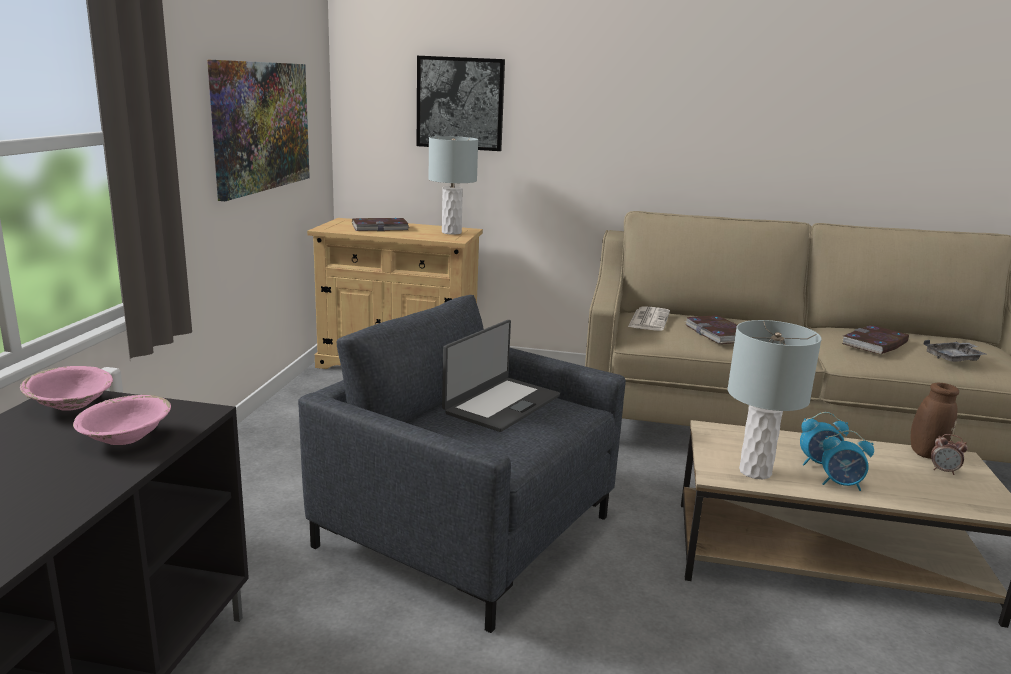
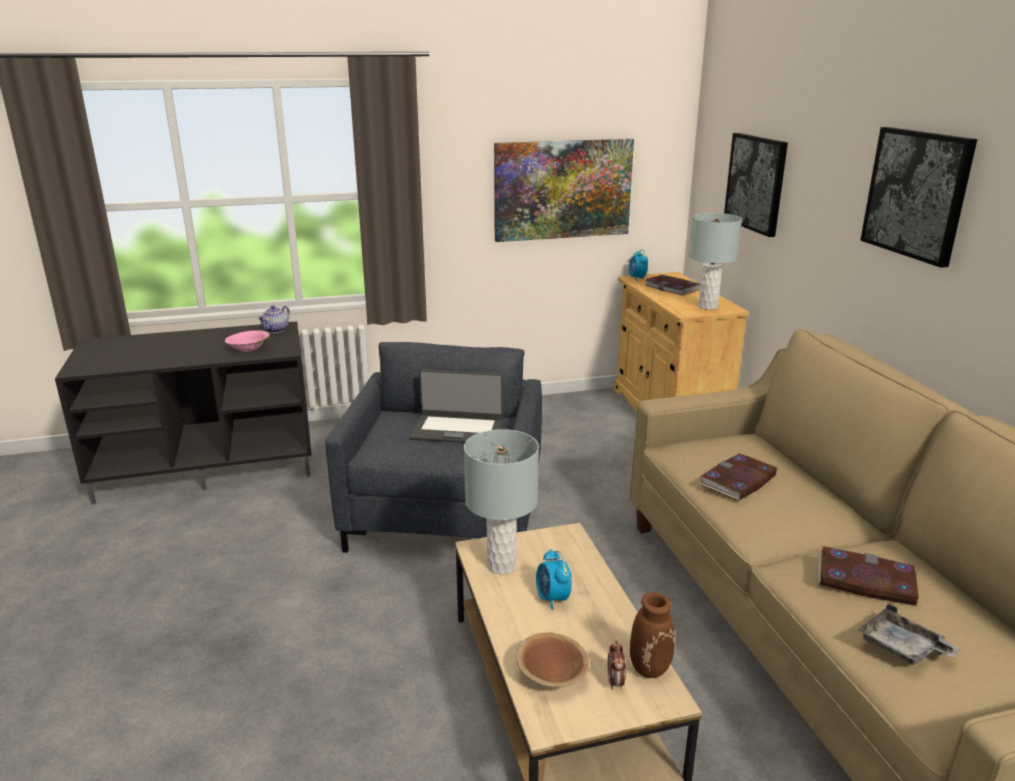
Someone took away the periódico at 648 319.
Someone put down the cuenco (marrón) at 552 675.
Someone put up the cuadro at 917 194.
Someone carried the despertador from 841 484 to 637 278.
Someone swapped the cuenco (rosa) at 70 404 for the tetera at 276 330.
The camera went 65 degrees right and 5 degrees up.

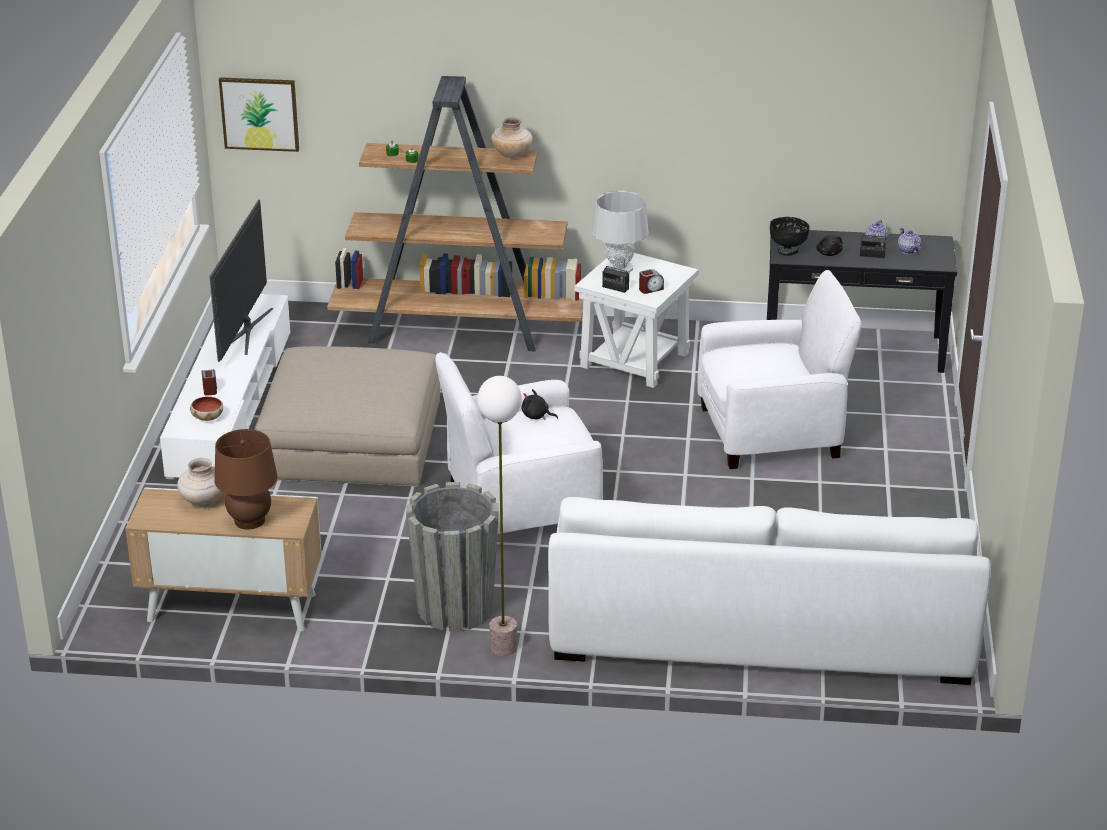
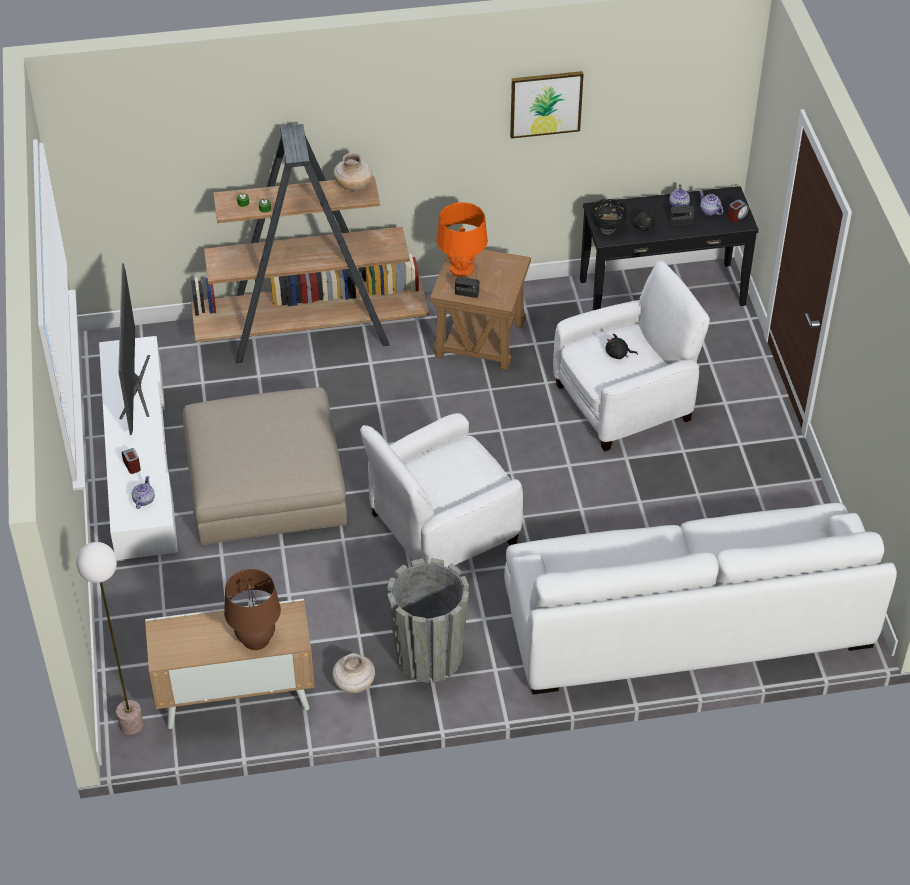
Someone carried the florero (beis) from 203 501 to 354 684.
Someone carried the cuadro from 259 113 to 546 103.
Someone carried the lámpara de pie from 503 647 to 131 725.
Someone carried the peluche (negro) from 536 416 to 618 354.
Someone carried the despertador from 650 289 to 737 216.
Someone swapped the cuenco at 207 417 for the tetera at 143 500.
Someone repainted the mesa auxiliar (blanco) at 635 360, which became the mesa auxiliar (marrón) at 480 339.
Someone repainted the lámpara de mesa (gris) at 619 268, which became the lámpara de mesa (naranja) at 461 268.
The camera went 15 degrees left and 15 degrees up.

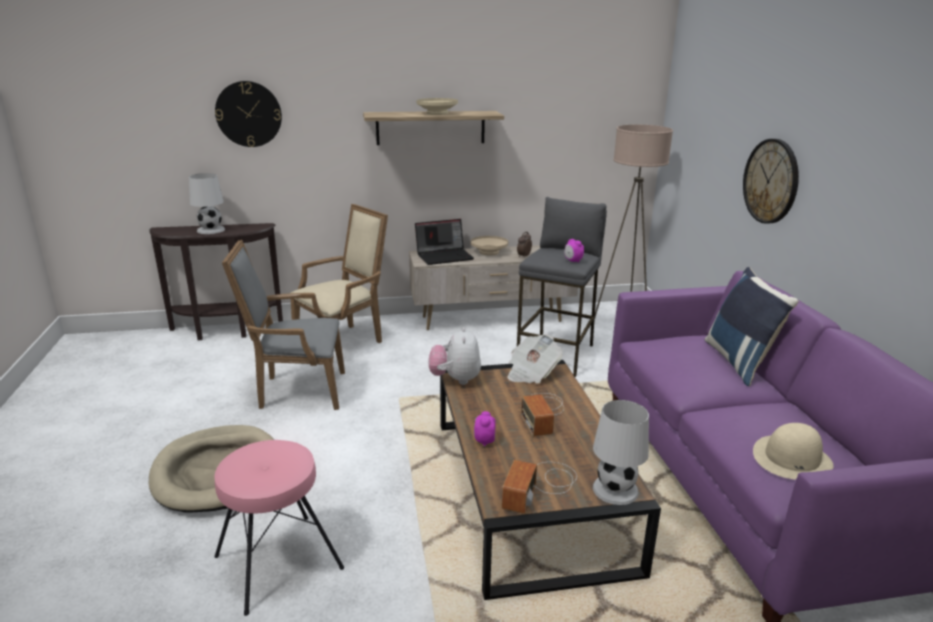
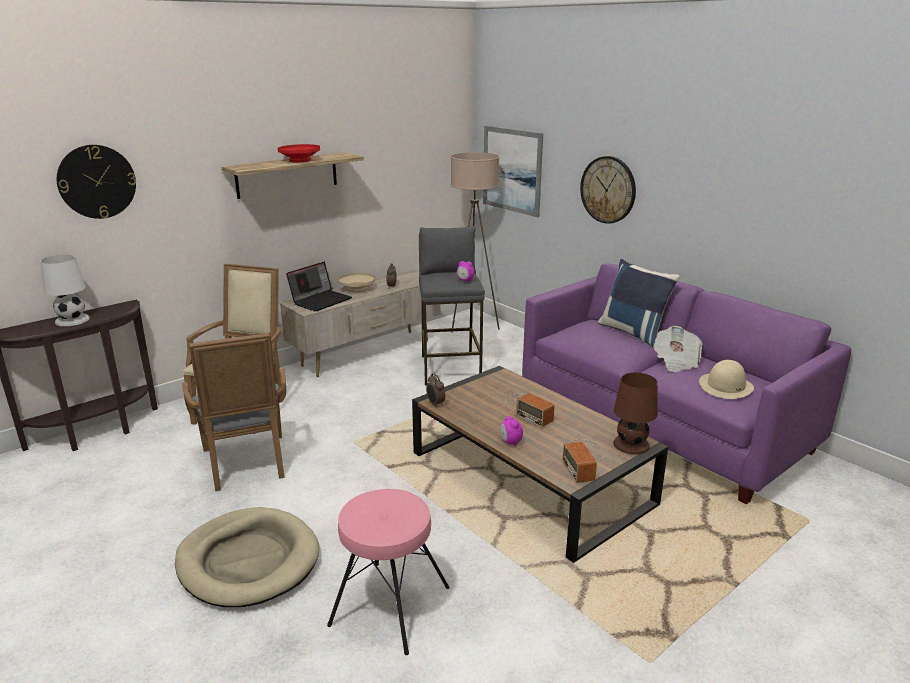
Someone put up the cuadro at 512 170.
Someone carried the periódico from 531 373 to 676 361.
Someone swapped the peluche at 455 379 for the despertador at 435 404.
Someone repainted the cuenco (beis) at 437 113, which became the cuenco (rojo) at 299 160.
Someone repainted the lámpara de mesa (blanco) at 616 490, which became the lámpara de mesa (marrón) at 631 444.
Someone rotated the sillón (gris) at 296 391 by 75 degrees counterclockwise.
The camera went 30 degrees left and 0 degrees up.

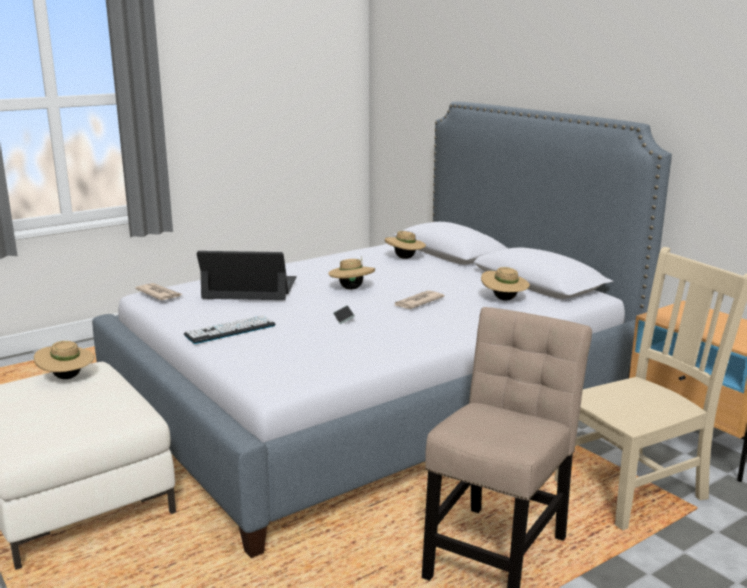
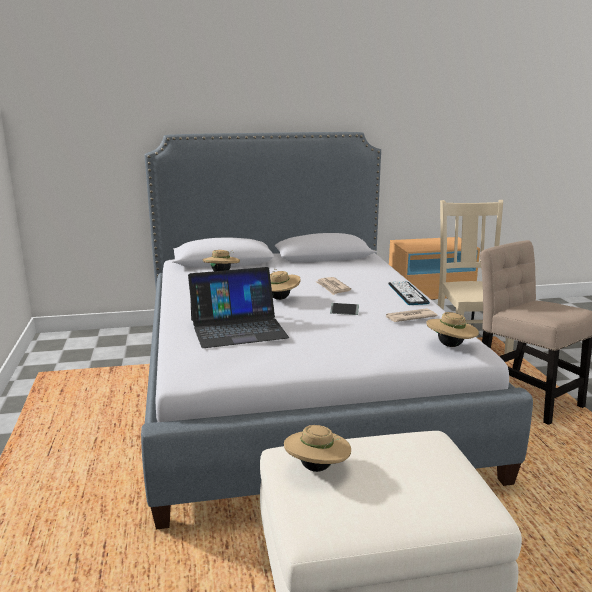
Someone carried the periódico from 159 294 to 409 317.
Someone carried the teclado from 230 330 to 408 293.
Someone carried the sombrero (beis) from 504 299 to 450 346.
Someone rotated the portátil at 250 288 by 135 degrees counterclockwise.
The camera went 65 degrees left and 0 degrees up.

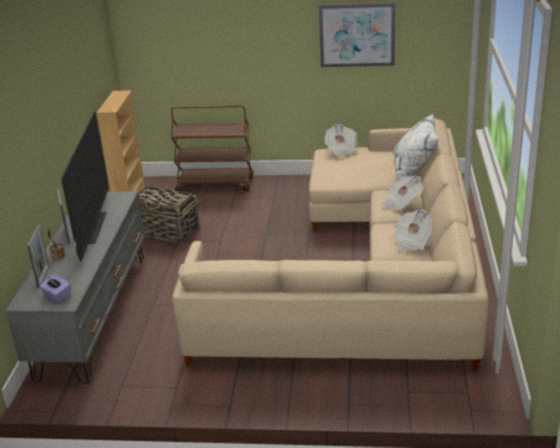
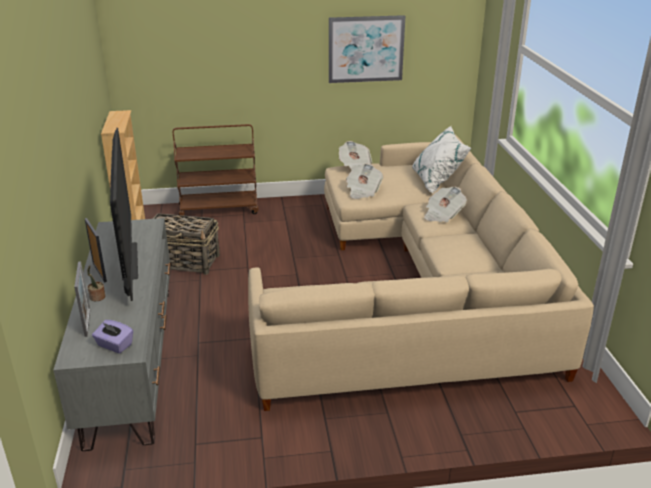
Someone carried the periódico from 413 242 to 363 191.
The camera went 15 degrees left and 0 degrees up.

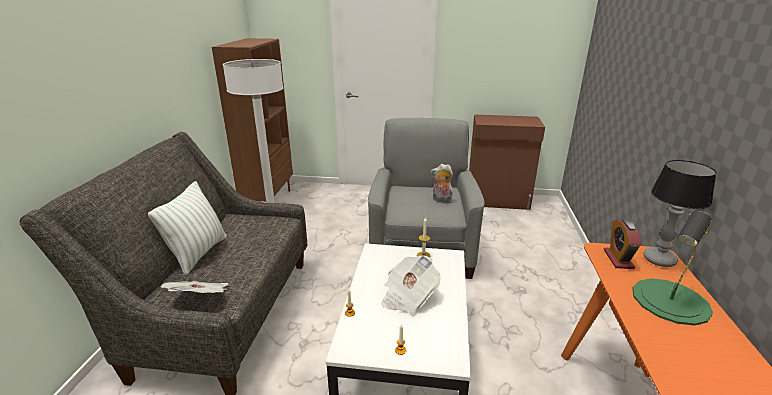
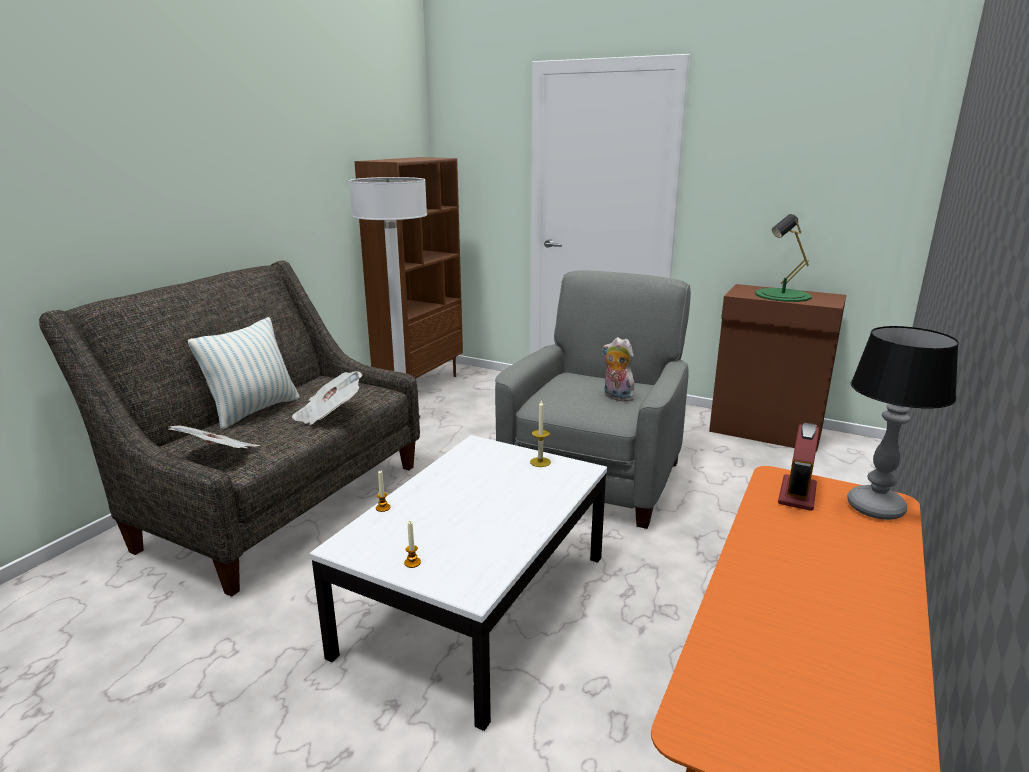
Someone carried the periódico from 408 297 to 328 415.
Someone carried the lámpara de mesa (verde) from 670 301 to 782 295.
The camera went 20 degrees right and 5 degrees down.

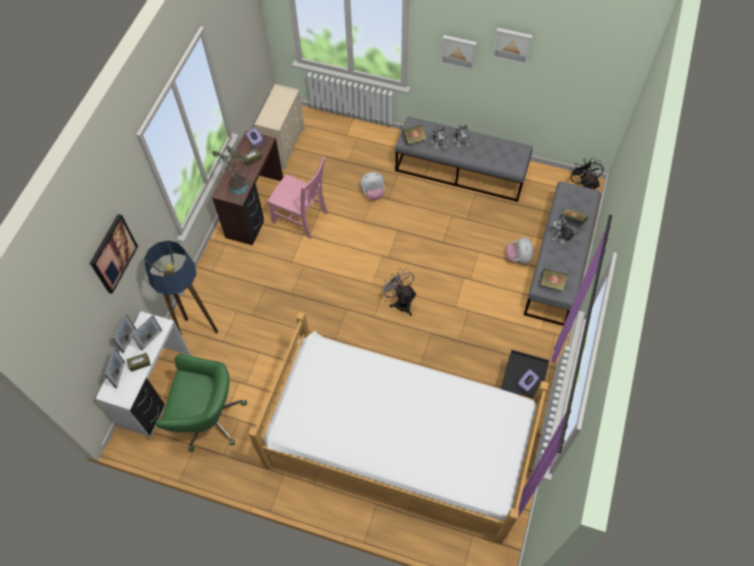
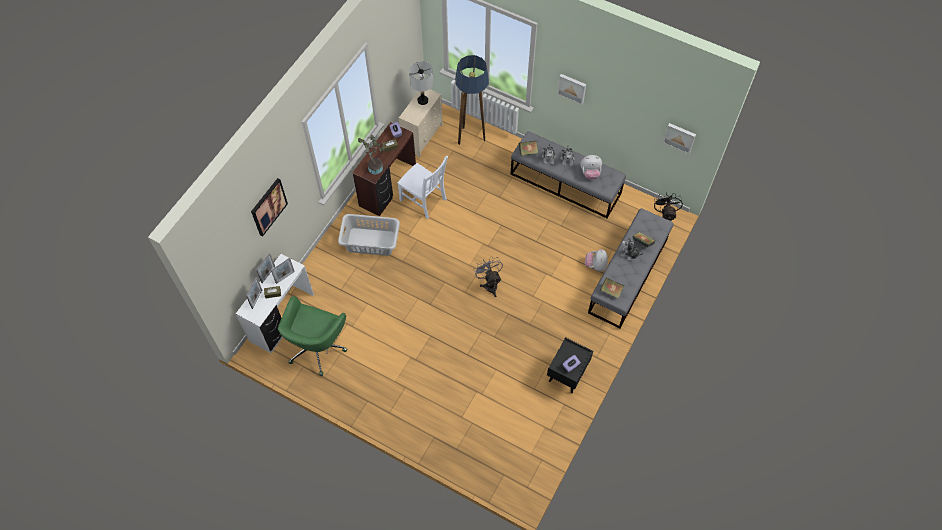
Someone took away the cama at 399 445.
Someone put down the cesto de la ropa (gris) at 370 241.
Someone put down the lámpara de mesa (gris) at 422 100.
Someone carried the lámpara de pie from 199 331 to 471 137.
Someone carried the peluche from 373 193 to 590 173.
Someone carried the cuadro from 512 44 to 679 137.
Someone repainted the silla (rosa) at 302 218, which became the silla (blanco) at 424 200.
Someone rotated the silla de oficina (verde) at 208 417 by 90 degrees clockwise.
The camera went 10 degrees right and 0 degrees up.

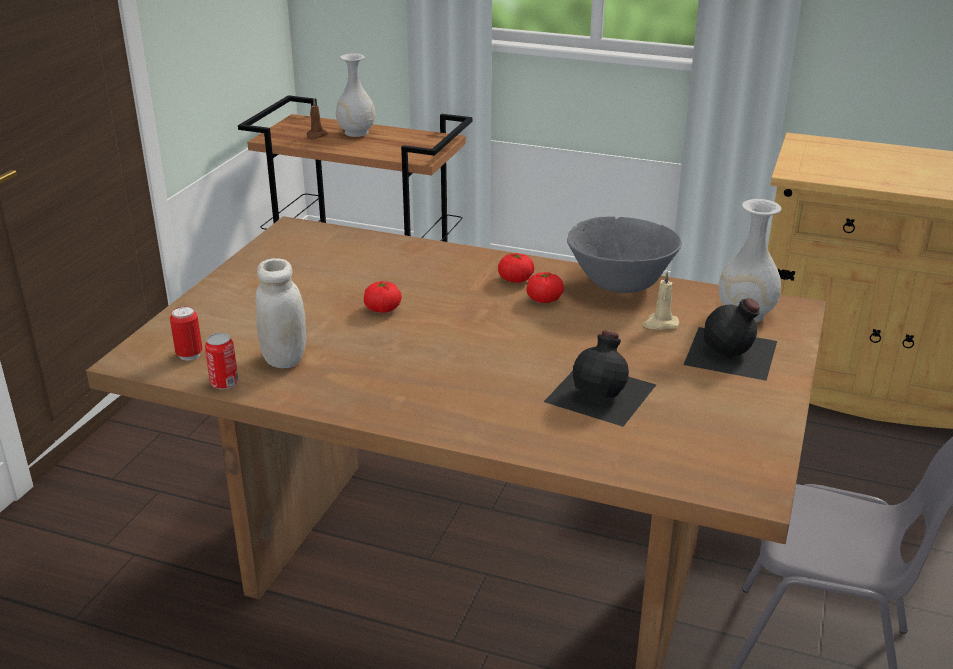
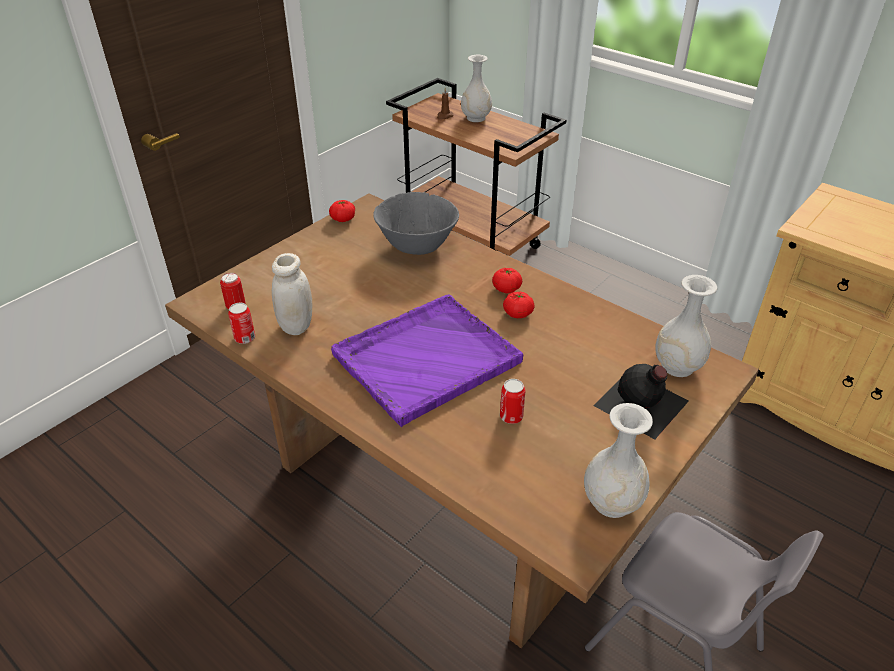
Someone took away the vela (beis) at 660 324.
Someone put down the bandeja (morado) at 425 359.
Someone put down the florero (blanco) at 612 502.
Someone carried the tomate from 383 309 to 343 219.
Someone carried the cuenco (gris) from 620 285 to 416 247.
Someone swapped the botella (negro) at 602 392 for the lata at 511 416.
The camera went 20 degrees right and 10 degrees up.

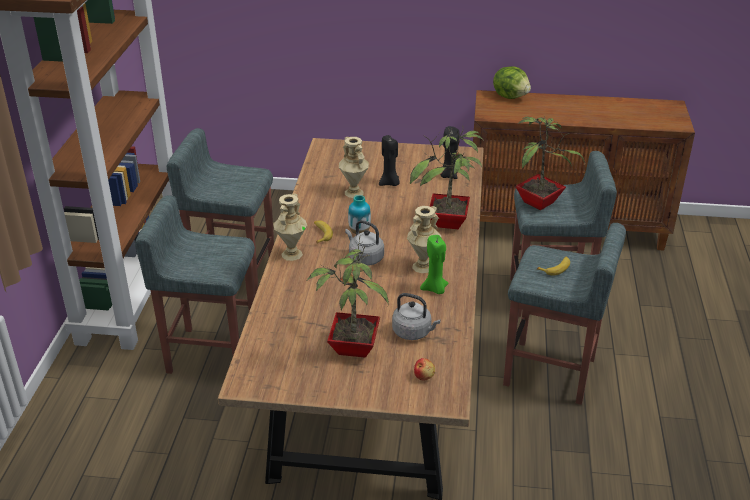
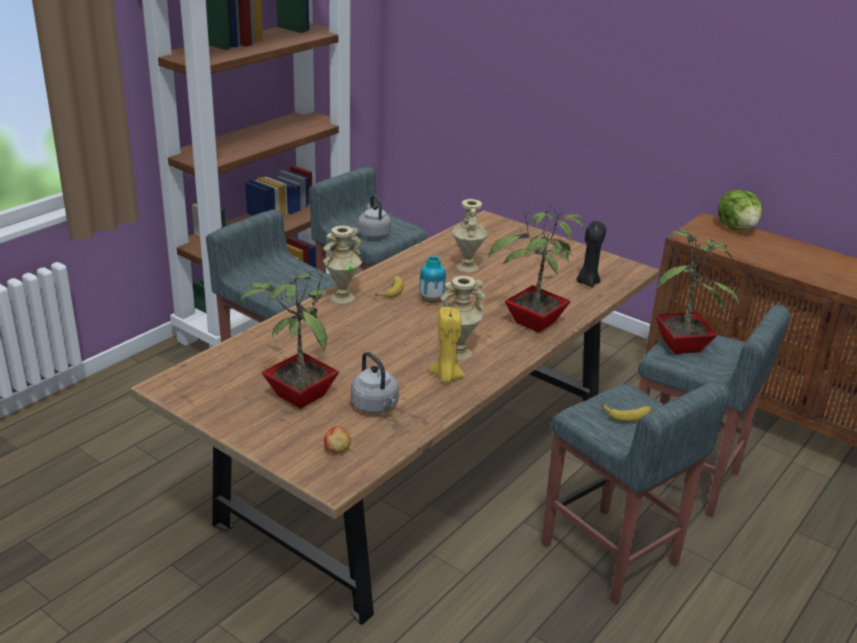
Someone took away the vela (negro) at 390 183.
Someone carried the hervidor (gris) from 364 258 to 373 234.
Someone repainted the vela (verde) at 435 289, which became the vela (amarillo) at 446 377.
The camera went 30 degrees right and 5 degrees down.

